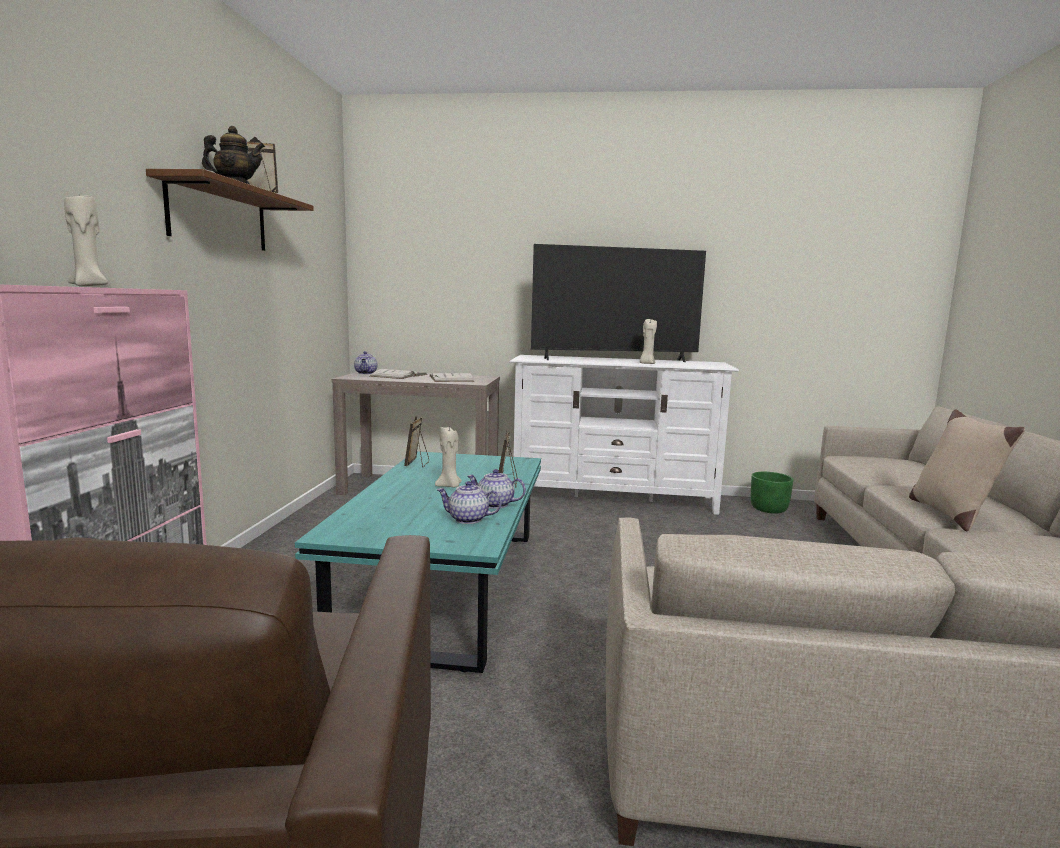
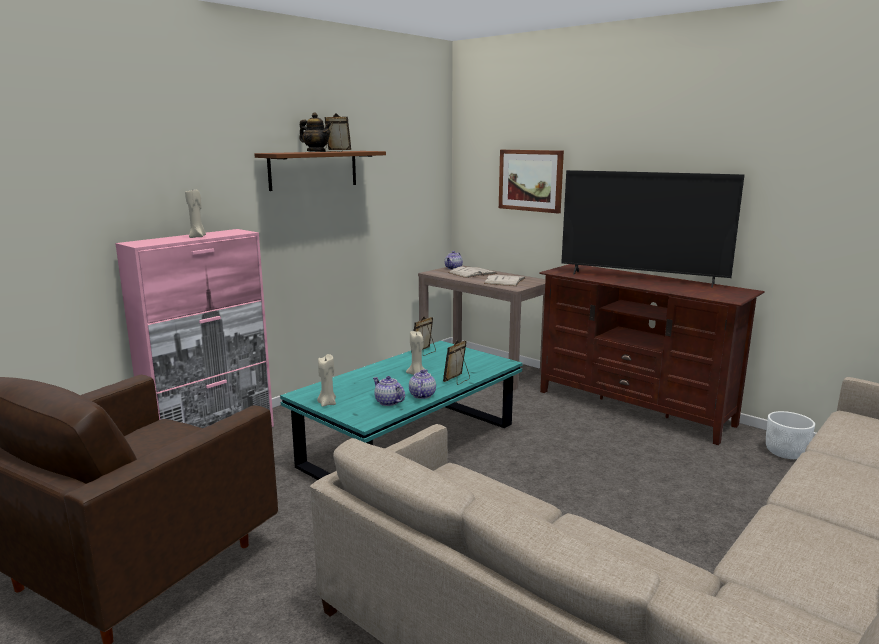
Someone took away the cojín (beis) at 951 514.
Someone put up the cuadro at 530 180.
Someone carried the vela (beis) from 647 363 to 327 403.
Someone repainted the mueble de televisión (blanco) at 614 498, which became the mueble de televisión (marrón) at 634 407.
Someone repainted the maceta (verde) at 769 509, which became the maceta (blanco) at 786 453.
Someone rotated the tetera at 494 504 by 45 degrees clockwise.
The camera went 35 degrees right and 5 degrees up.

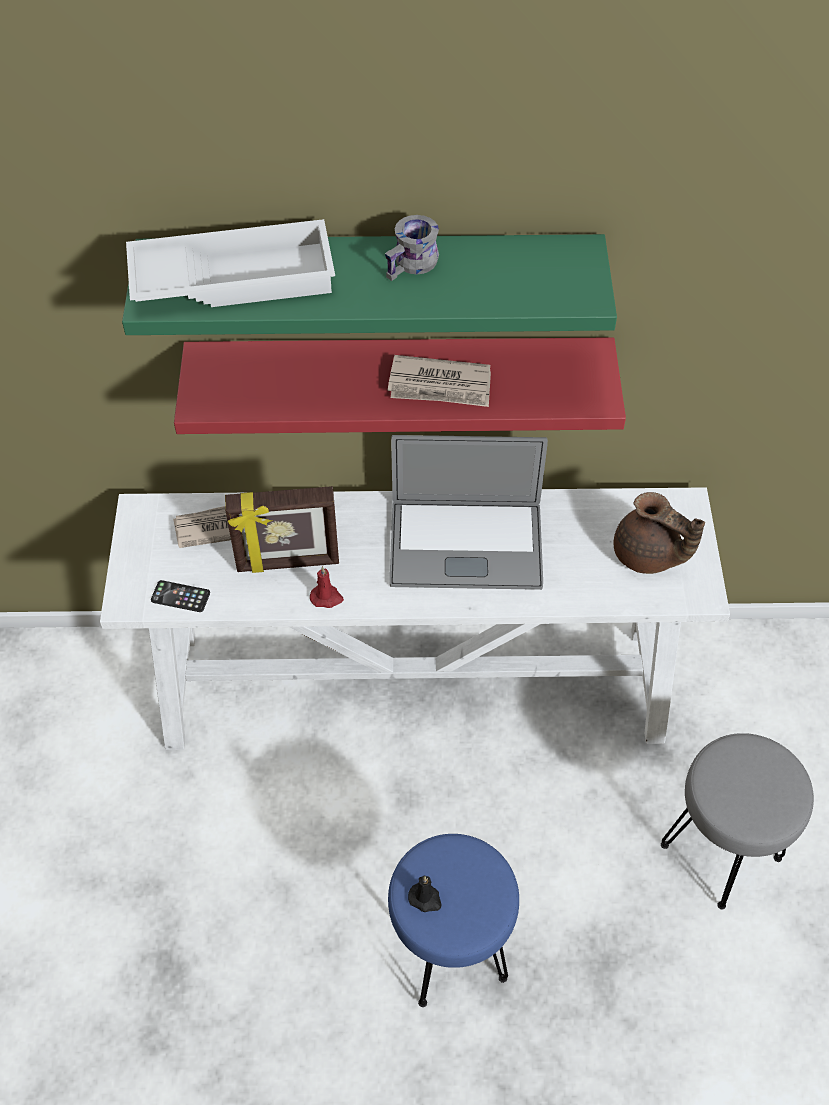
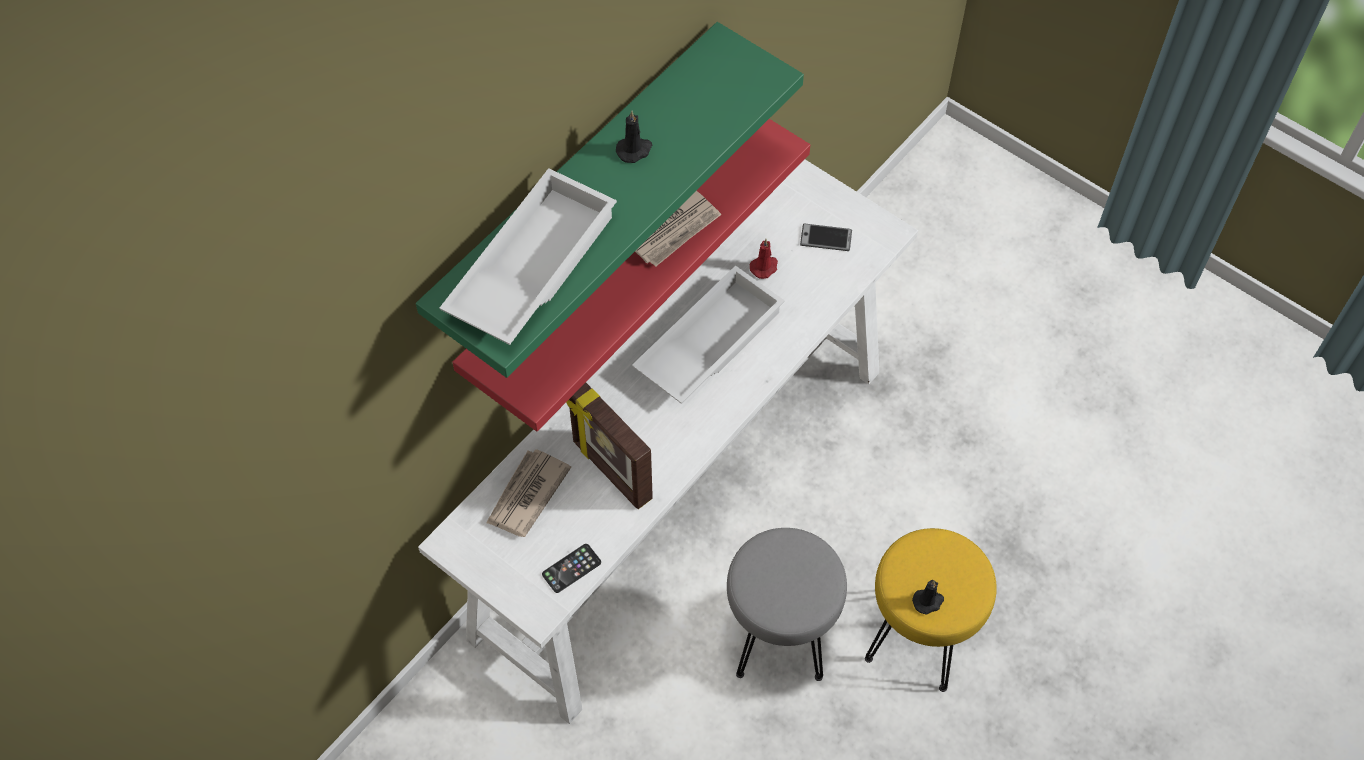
Someone carried the vela (rojo) from 327 597 to 764 267.
Someone carried the taburete (gris) from 722 851 to 780 638.
Someone swapped the taza grande (gris) at 413 265 for the vela (negro) at 634 150.
Someone swapped the portátil at 466 544 for the bandeja (blanco) at 708 341.
Someone swapped the tetera (marrón) at 648 555 for the móvil at 826 238.
Someone repainted the taburete (azul) at 451 951, which became the taburete (amarillo) at 919 639.
Someone rotated the portarretratos at 288 563 by 105 degrees clockwise.
The camera went 50 degrees left and 5 degrees up.

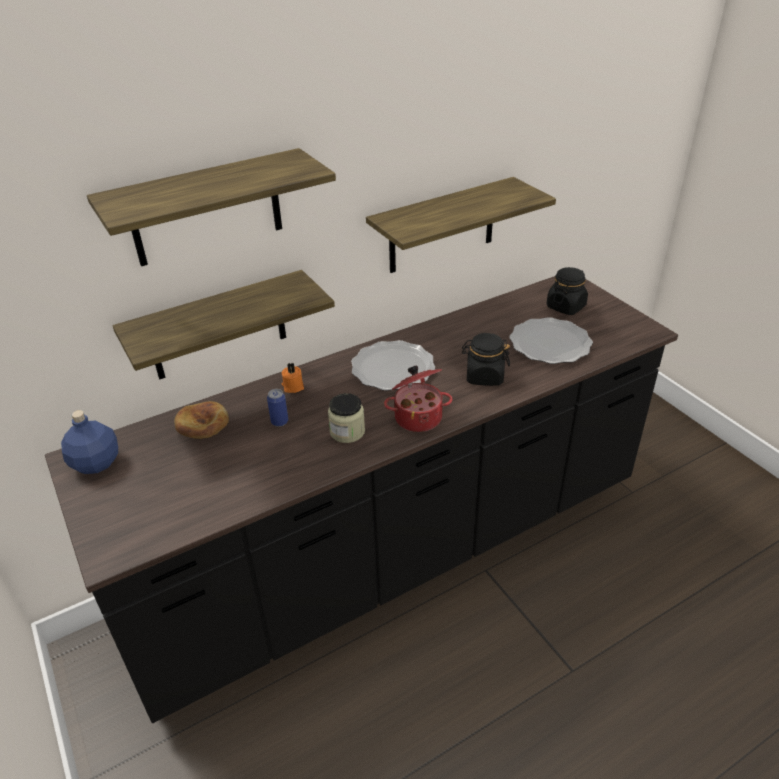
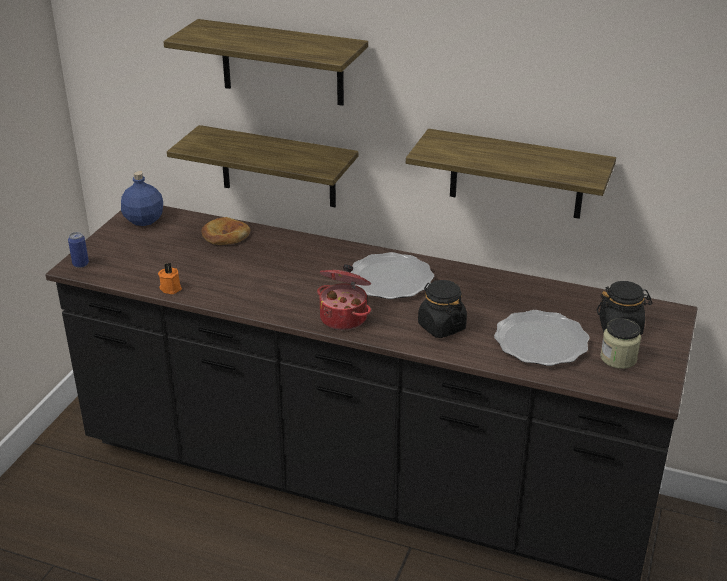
Someone carried the lata from 279 421 to 80 264.
Someone carried the vela (naranja) from 292 386 to 171 288.
Someone carried the tarro from 347 432 to 618 358.
The camera went 50 degrees right and 5 degrees down.

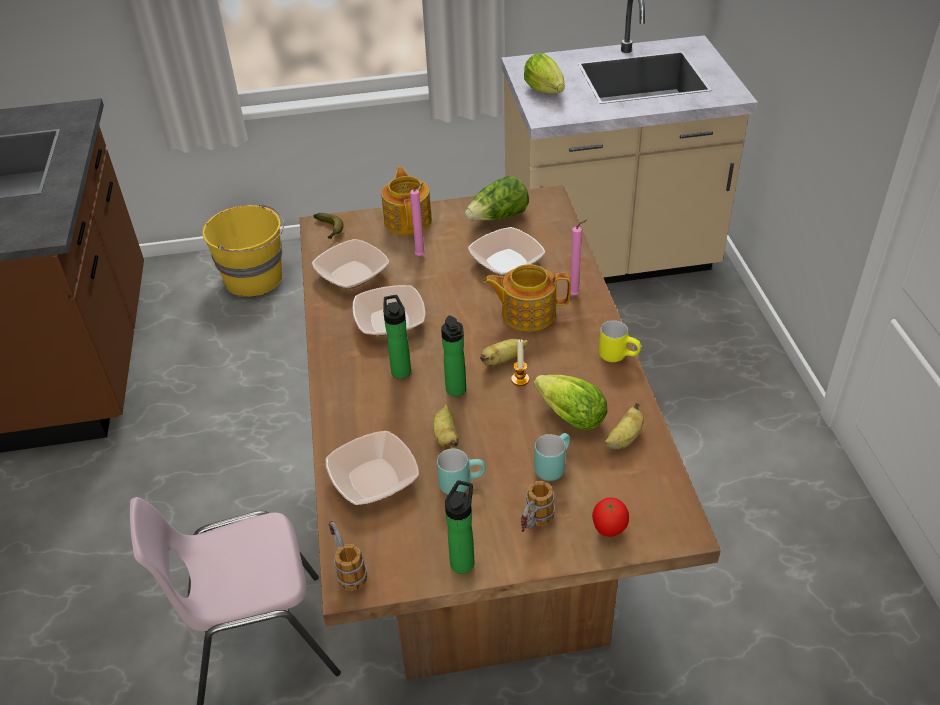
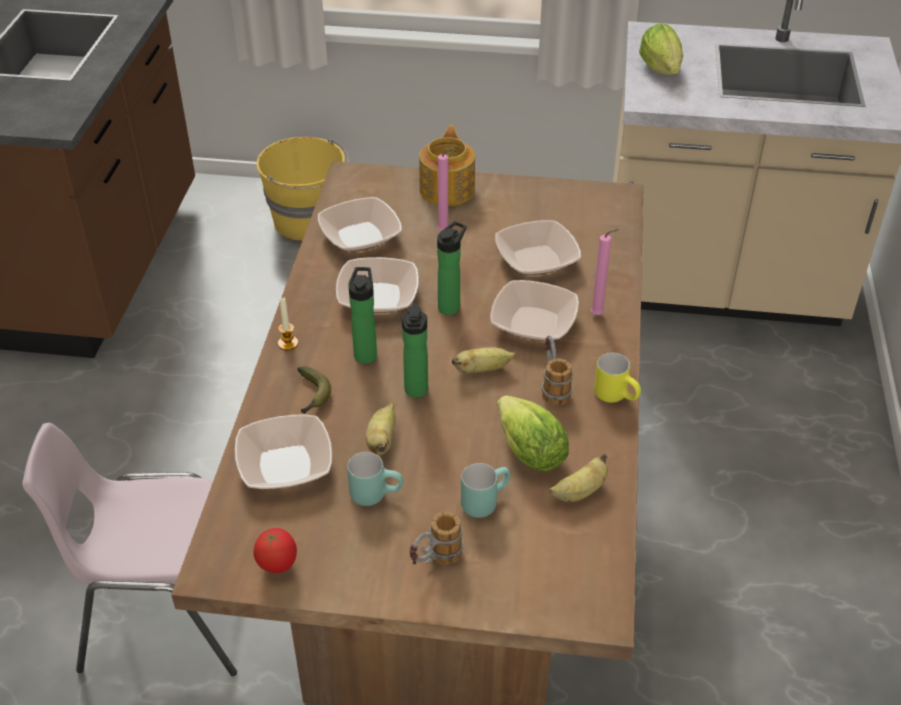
Someone took away the lechuga at 498 218.
Someone carried the plátano from 330 230 to 312 396.
Someone carried the taza grande from 347 568 to 552 386.
Someone carried the botella from 463 560 to 451 306.
Someone carried the vela from 520 379 to 288 343.
Someone carried the tomate from 608 530 to 278 565.
Someone swapped the tetera at 527 313 for the cuenco at 534 323.
The camera went 15 degrees right and 0 degrees up.

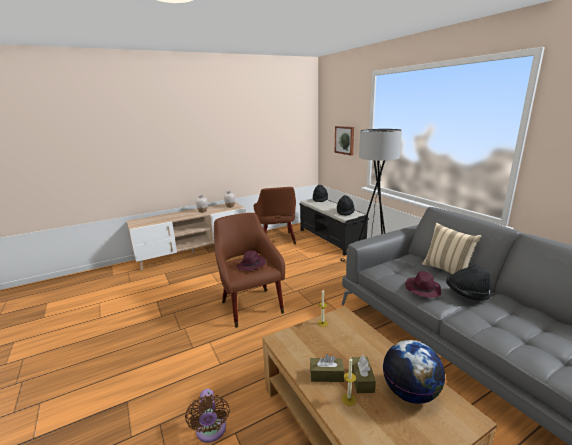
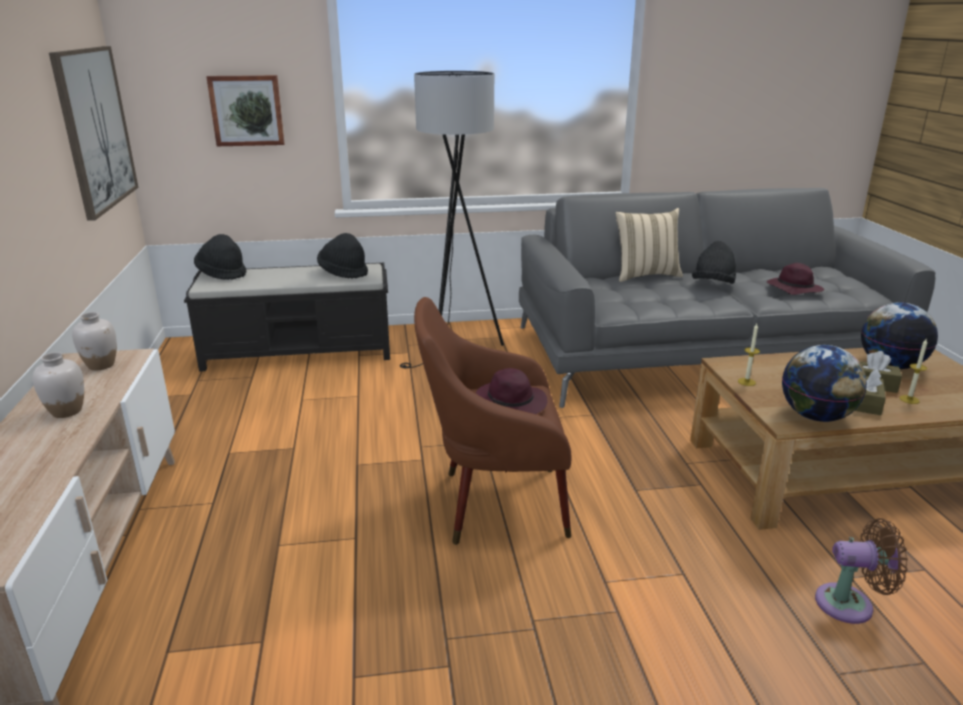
Someone took away the sillón (marrón) at 277 241.
Someone put up the cuadro at 95 129.
Someone put down the globo terráqueo at 816 416.
Someone carried the sombrero (morado) from 422 289 to 793 289.
The camera went 70 degrees left and 5 degrees up.

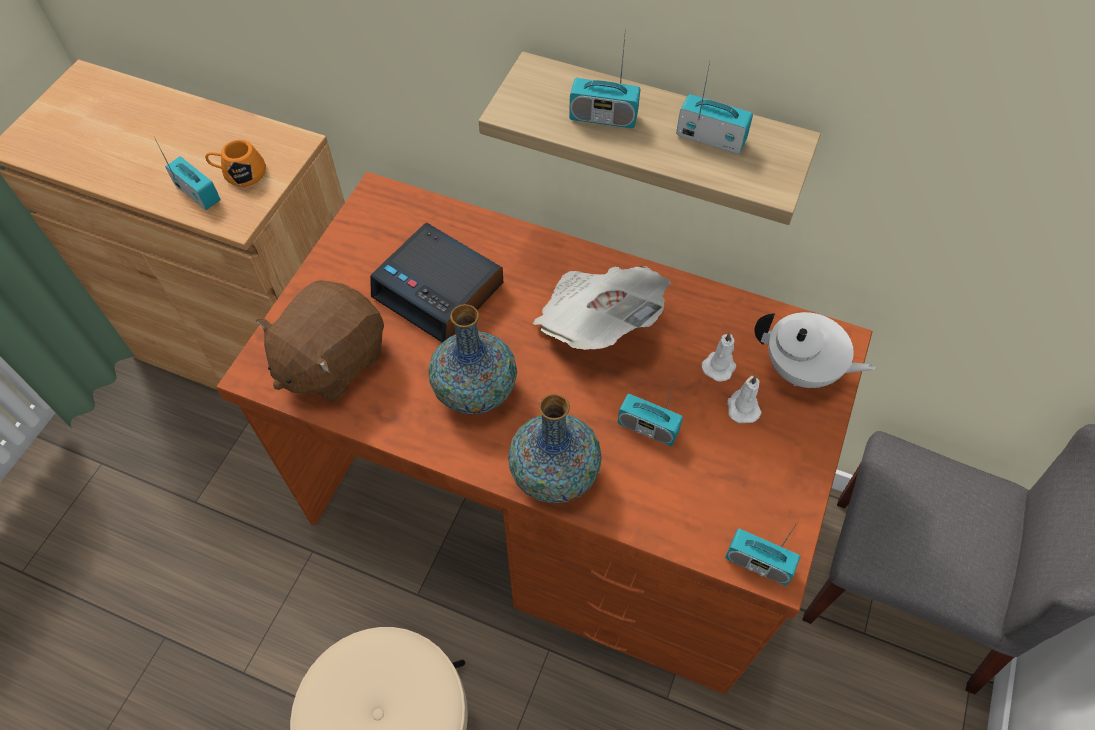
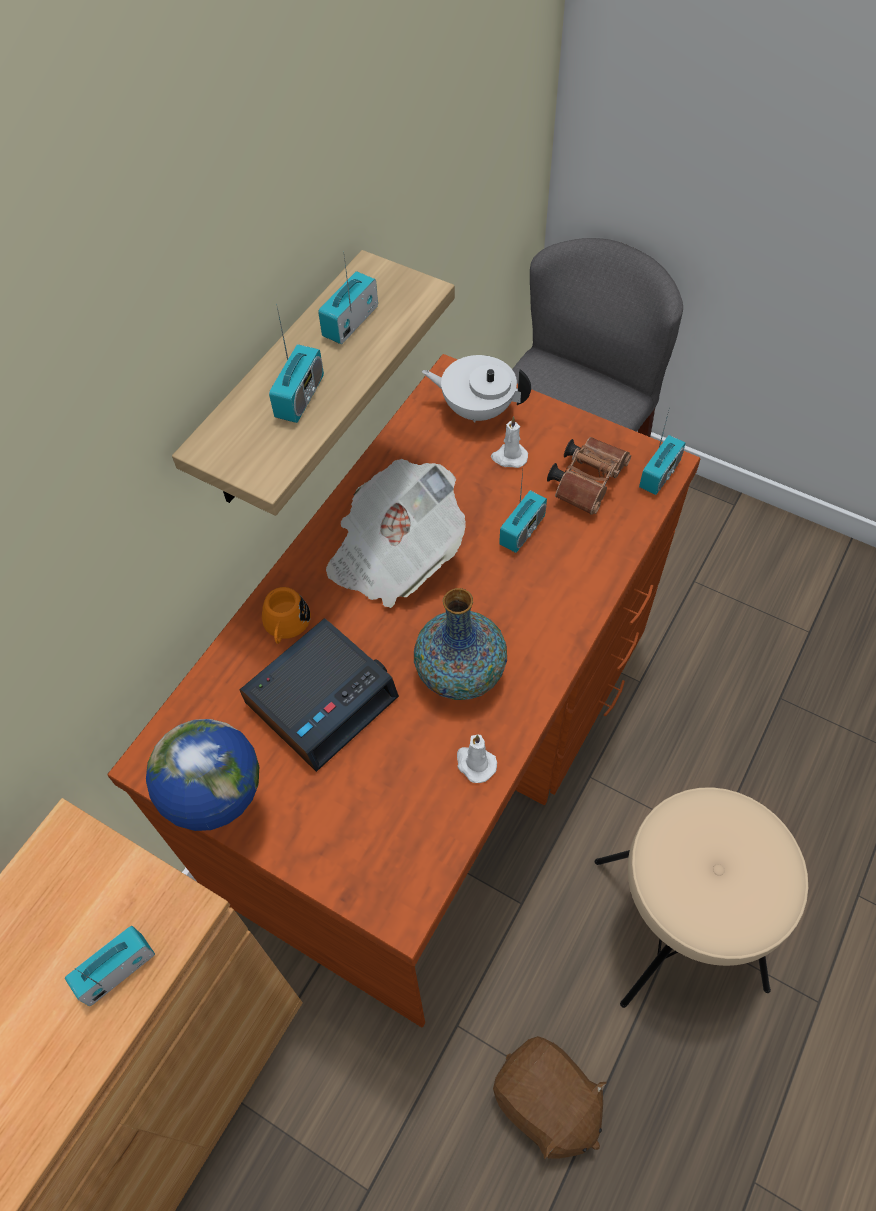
Someone took away the florero at 555 474.
Someone put down the globo terráqueo at 224 813.
Someone put down the prismáticos (marrón) at 588 481.
Someone carried the taza grande (naranja) from 239 173 to 286 626.
Someone carried the peluche (marrón) from 331 360 to 546 1102.
Someone carried the vela (blanco) from 719 365 to 475 763.
Someone rotated the tetera (blanco) at 801 370 by 105 degrees counterclockwise.
The camera went 80 degrees left and 0 degrees up.

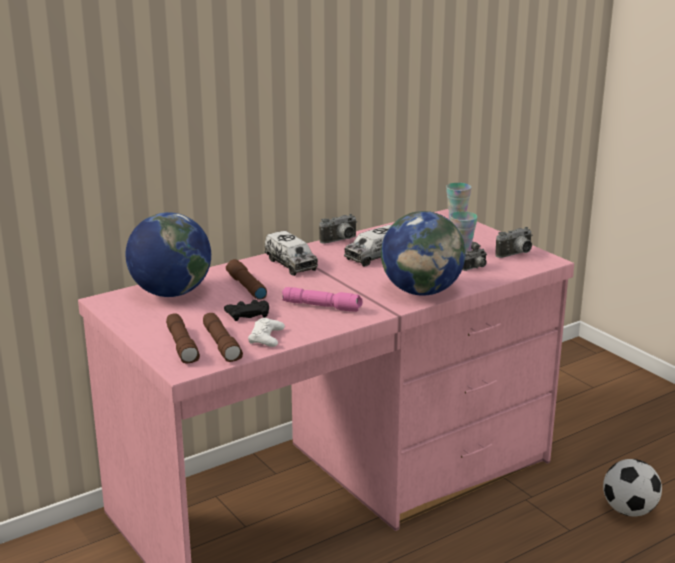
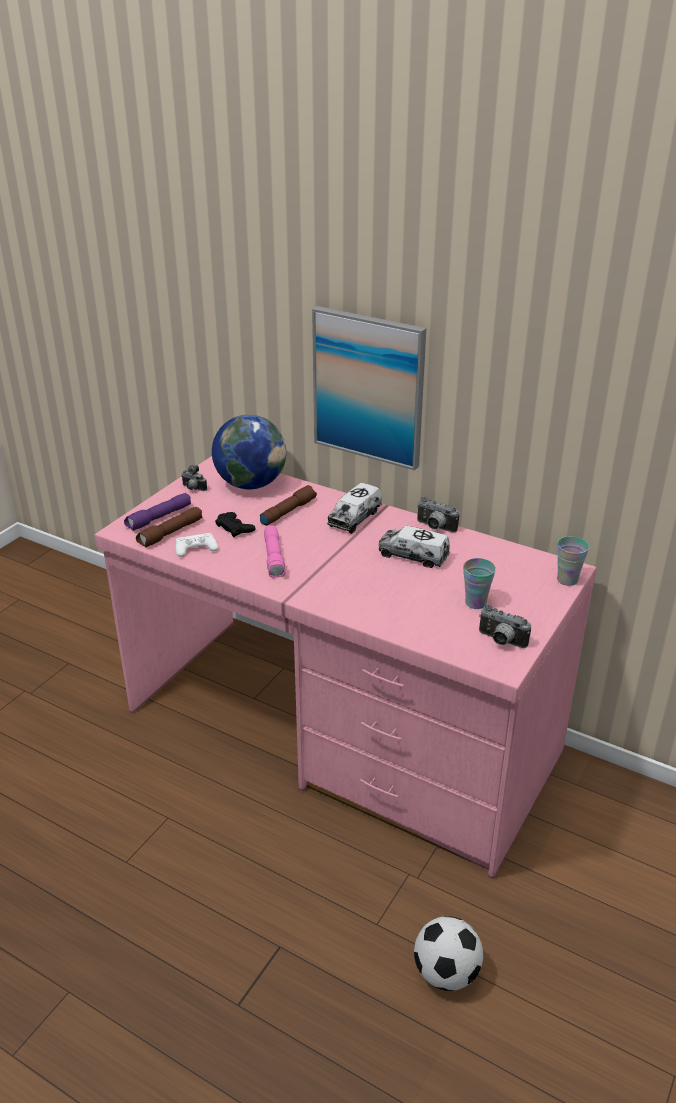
Someone took away the globo terráqueo at 421 291.
Someone put up the cuadro at 368 387.
Someone carried the cámara from 475 268 to 193 489.
Someone repainted the linterna (marrón) at 183 346, which became the linterna (morado) at 159 518.
The camera went 65 degrees right and 10 degrees up.

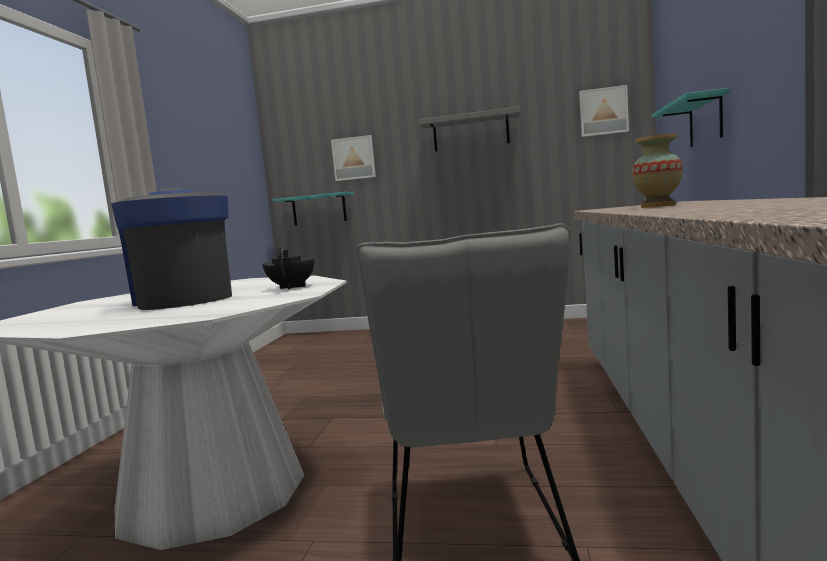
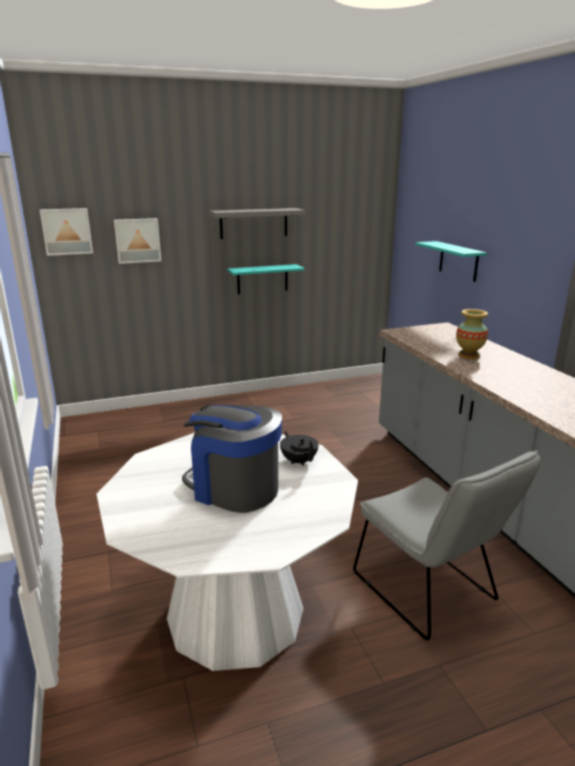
Someone carried the estante (turquesa) from 319 209 to 262 279.
Someone carried the cuadro from 603 111 to 67 231.
The camera went 30 degrees left and 15 degrees up.

